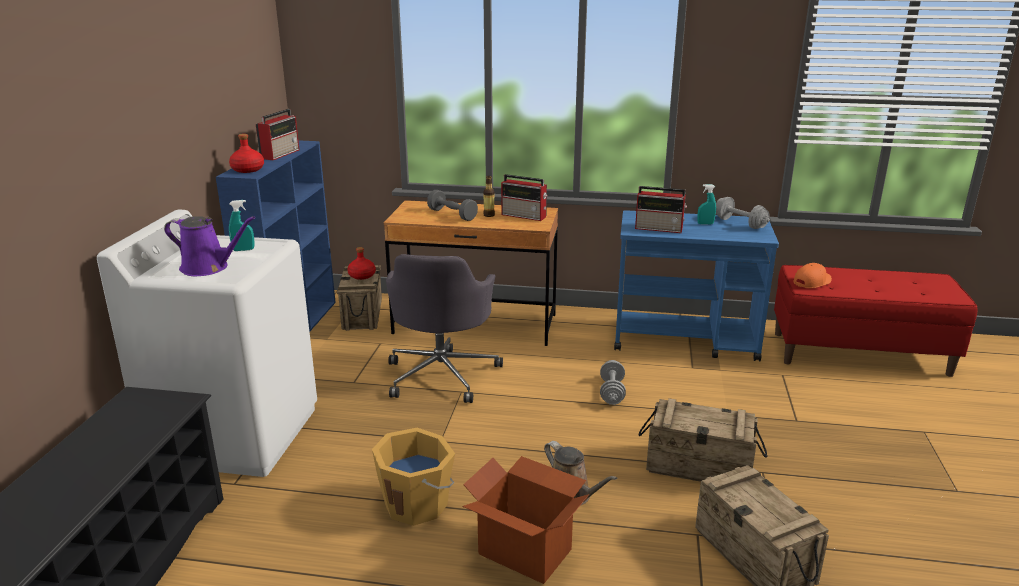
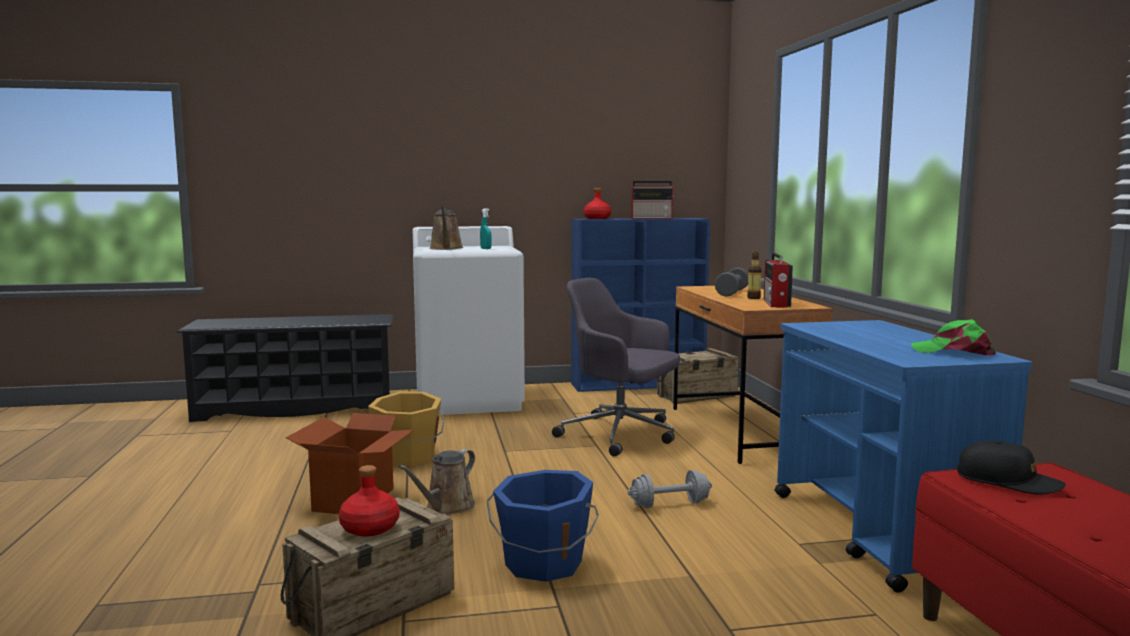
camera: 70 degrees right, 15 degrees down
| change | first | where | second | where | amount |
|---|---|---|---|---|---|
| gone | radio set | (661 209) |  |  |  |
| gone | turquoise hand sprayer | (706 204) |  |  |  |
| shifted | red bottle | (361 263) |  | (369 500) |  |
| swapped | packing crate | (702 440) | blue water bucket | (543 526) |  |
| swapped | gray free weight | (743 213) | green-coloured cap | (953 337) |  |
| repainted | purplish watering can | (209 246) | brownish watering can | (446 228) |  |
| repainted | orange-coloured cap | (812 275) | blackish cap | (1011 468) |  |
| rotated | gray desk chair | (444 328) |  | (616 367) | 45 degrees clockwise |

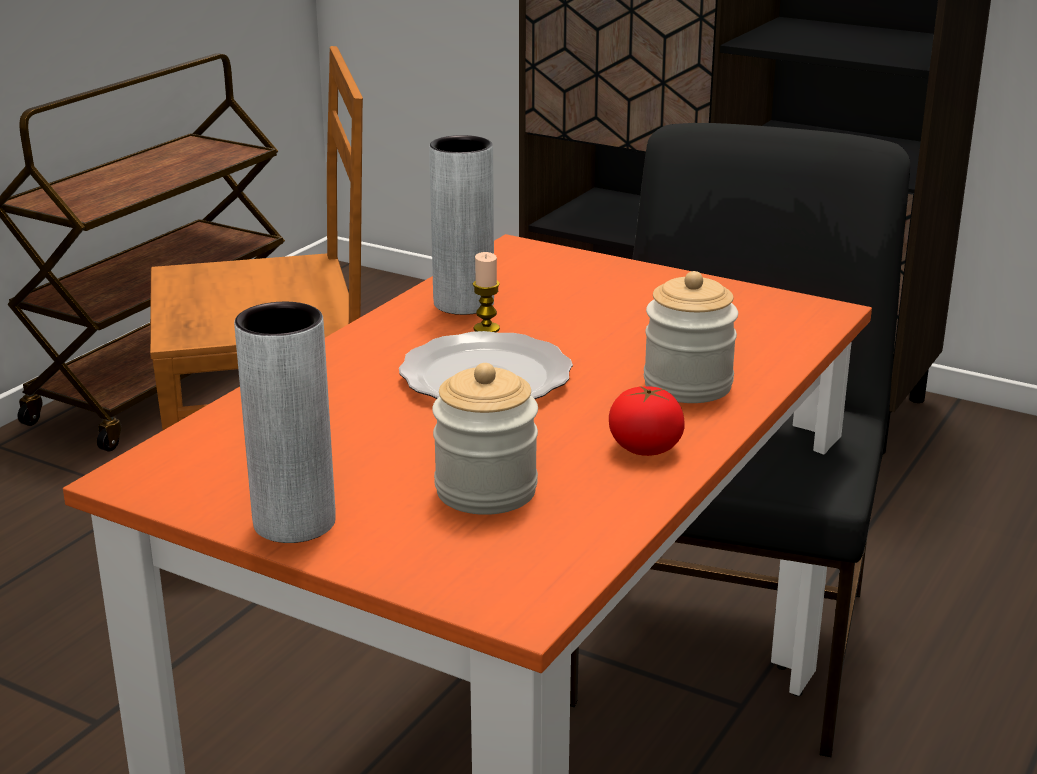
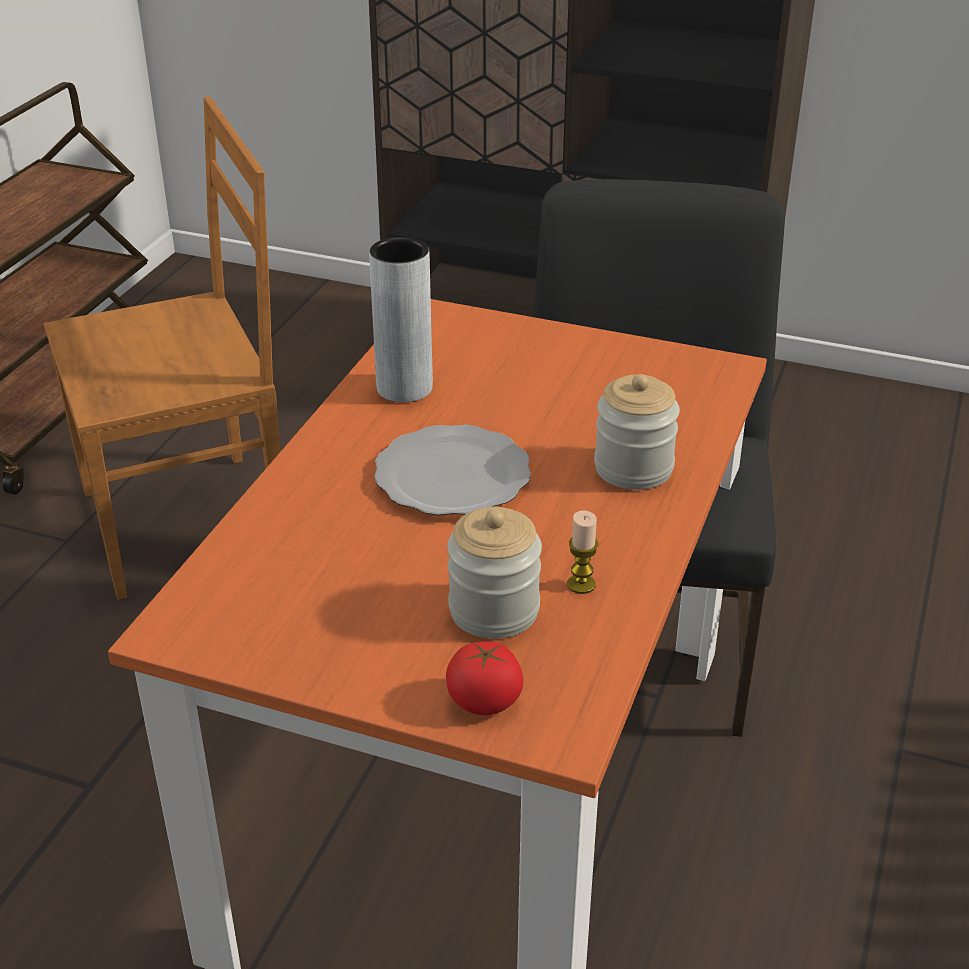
camera: 10 degrees left, 10 degrees up
| change | first | where | second | where | amount |
|---|---|---|---|---|---|
| gone | gray decorative vase | (284 422) |  |  |  |
| shifted | wax light | (486 292) |  | (582 552) |  |
| shifted | fresh tomato | (647 421) |  | (484 678) |  |

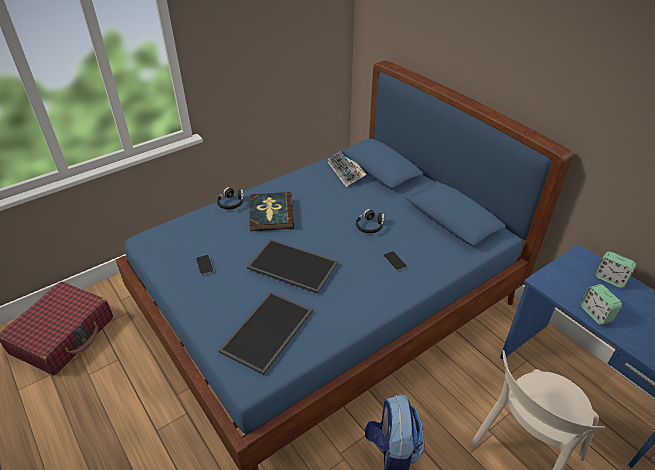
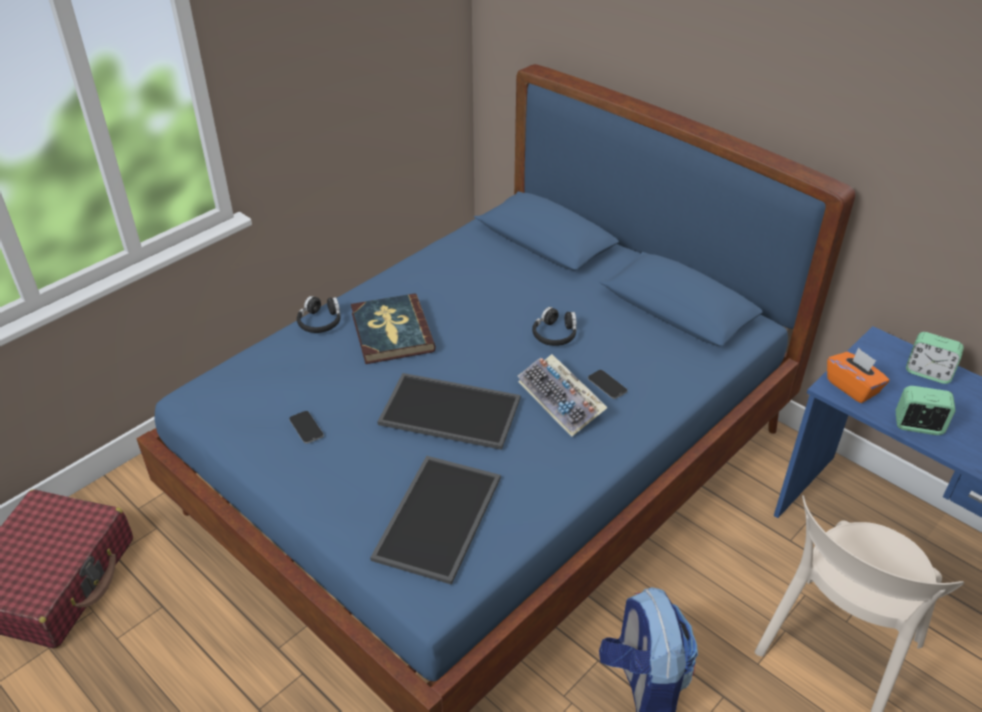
camera: 10 degrees left, 0 degrees up
| change | first | where | second | where | amount |
|---|---|---|---|---|---|
| new |  |  | orange-coloured tissue box | (858 375) |  |
| shifted | computer keyboard | (347 169) |  | (563 395) |  |
| rotated | bedside clock | (601 304) |  | (925 410) | 135 degrees clockwise |

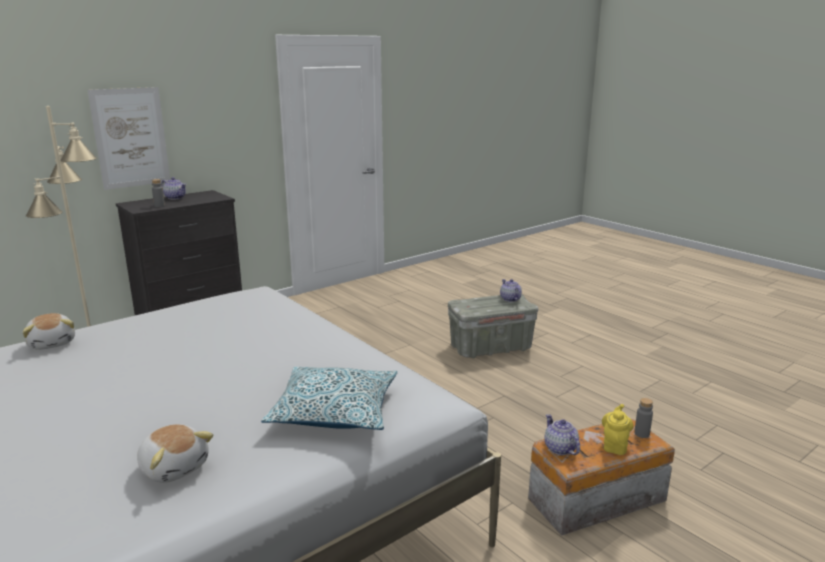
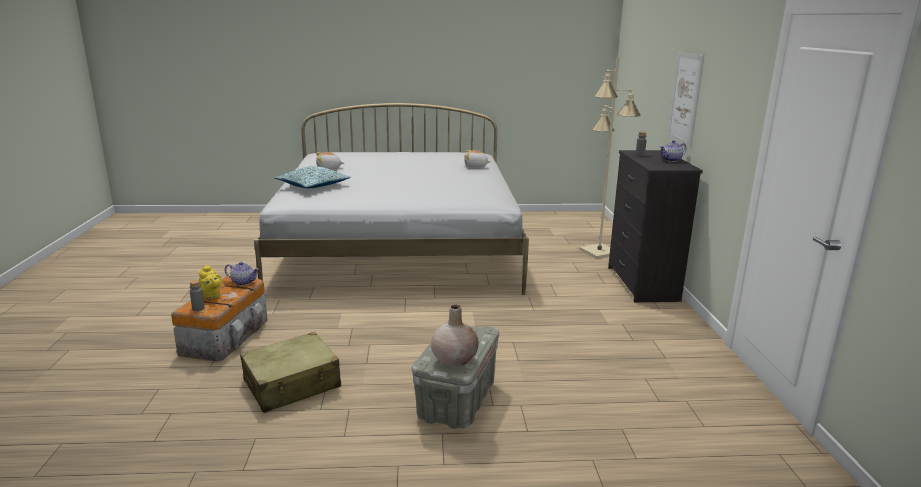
camera: 125 degrees right, 0 degrees up
| change | first | where | second | where | amount |
|---|---|---|---|---|---|
| new |  |  | beige-coloured piece of luggage | (290 372) |  |
| swapped | teapot | (511 290) | beige-coloured decorative vase | (455 336) |  |

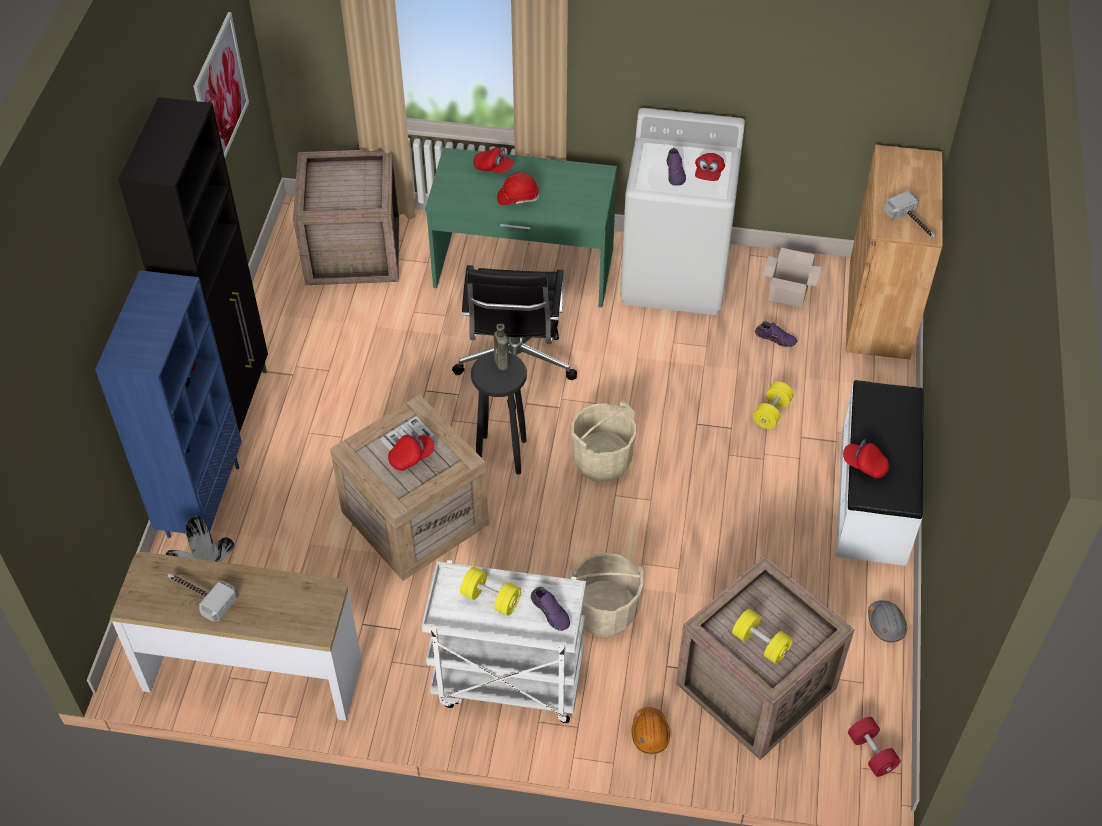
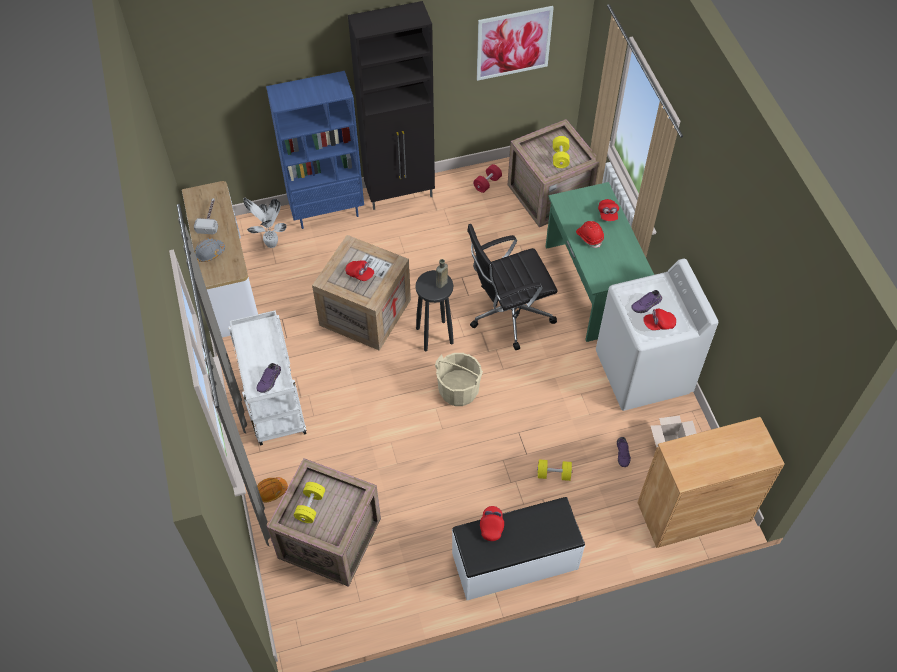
camera: 65 degrees right, 5 degrees up
| change | first | where | second | where | amount |
|---|---|---|---|---|---|
| gone | beige-coloured water bucket | (606 595) |  |  |  |
| gone | hammer | (910 215) |  |  |  |
| shifted | yellow-coloured free weight | (490 591) |  | (561 152) |  |
| shifted | red free weight | (874 747) |  | (487 178) |  |
| shifted | gray safety helmet | (887 621) |  | (209 250) |  |

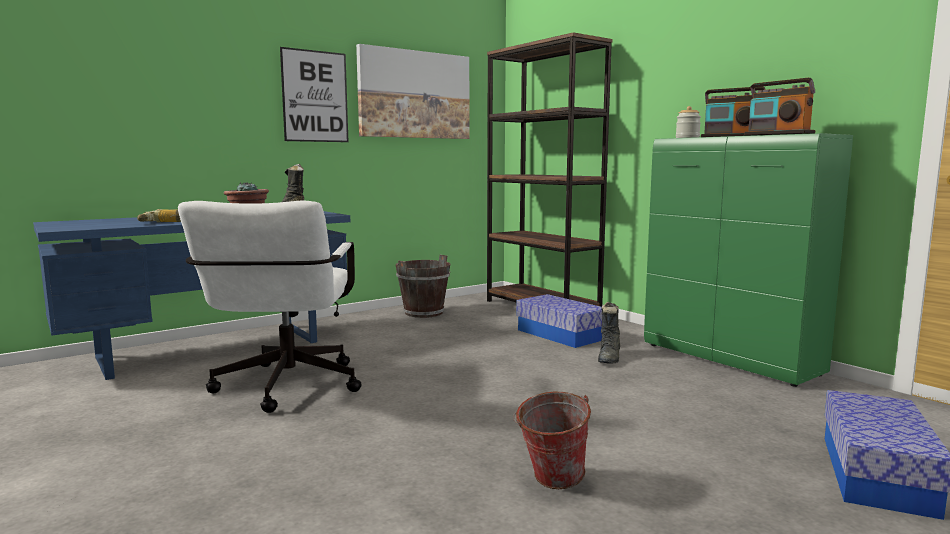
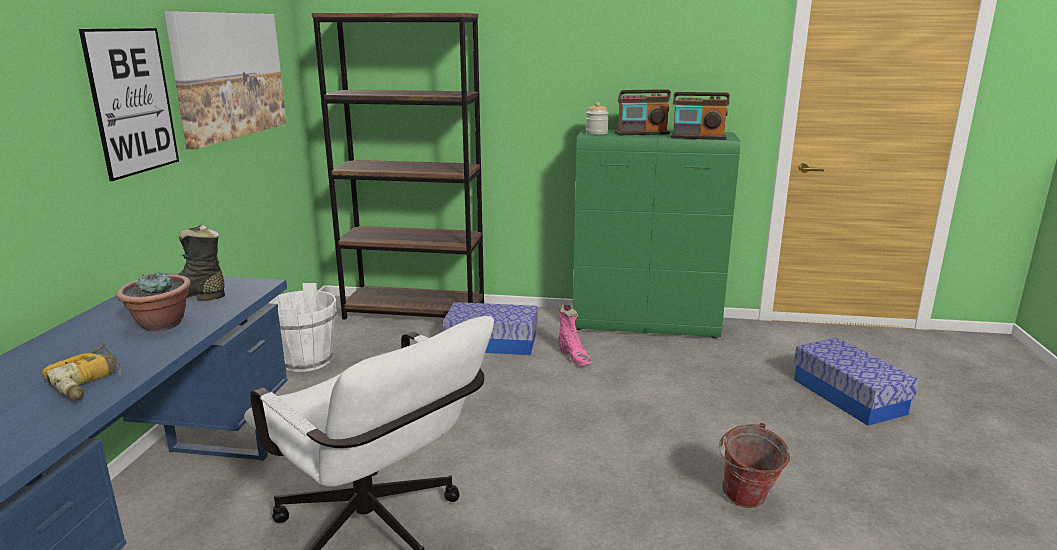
camera: 45 degrees left, 10 degrees up
| change | first | where | second | where | amount |
|---|---|---|---|---|---|
| repainted | brownish water bucket | (423 286) | white-coloured water bucket | (303 327) |  |
| repainted | blackish high-top boot | (609 333) | pink high-top boot | (575 335) |  |

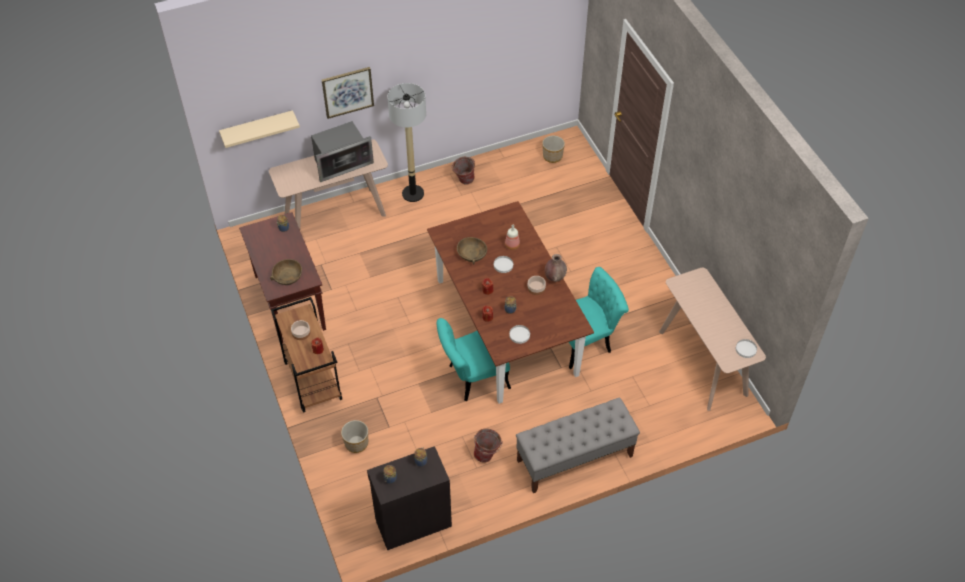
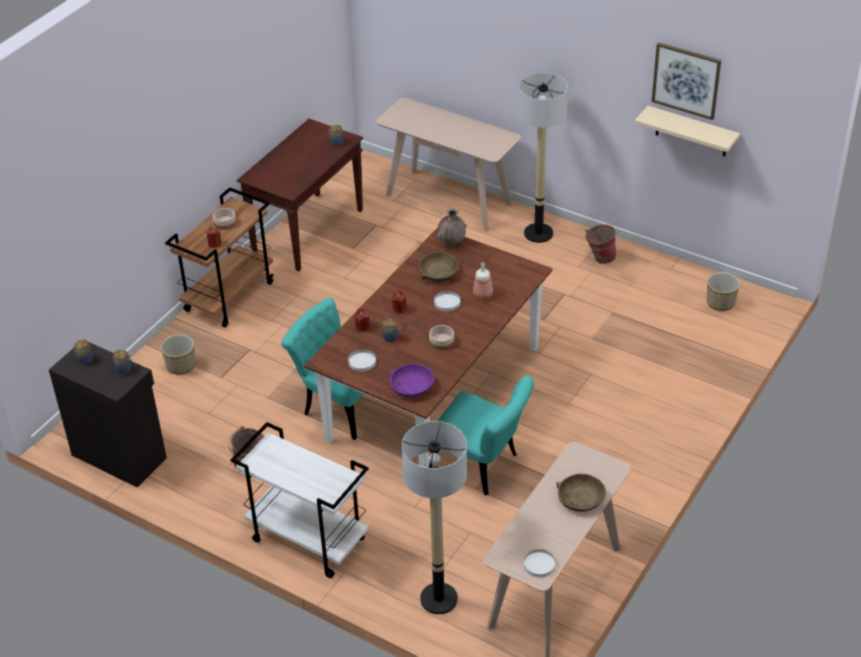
camera: 55 degrees right, 10 degrees down
| change | first | where | second | where | amount |
|---|---|---|---|---|---|
| gone | microwave oven | (342 151) |  |  |  |
| new |  |  | purplish bowl | (411 380) |  |
| new |  |  | standard lamp | (434 517) |  |
| shifted | beige-coloured wall shelf | (259 129) |  | (687 131) |  |
| shifted | brownish bowl | (286 272) |  | (581 492) |  |
| shifted | picture | (348 93) |  | (686 81) |  |
| shifted | brownish decorative vase | (556 268) |  | (451 227) |  |
| swapped | gray indoor bench | (578 445) | white-coloured cart | (300 500) |  |

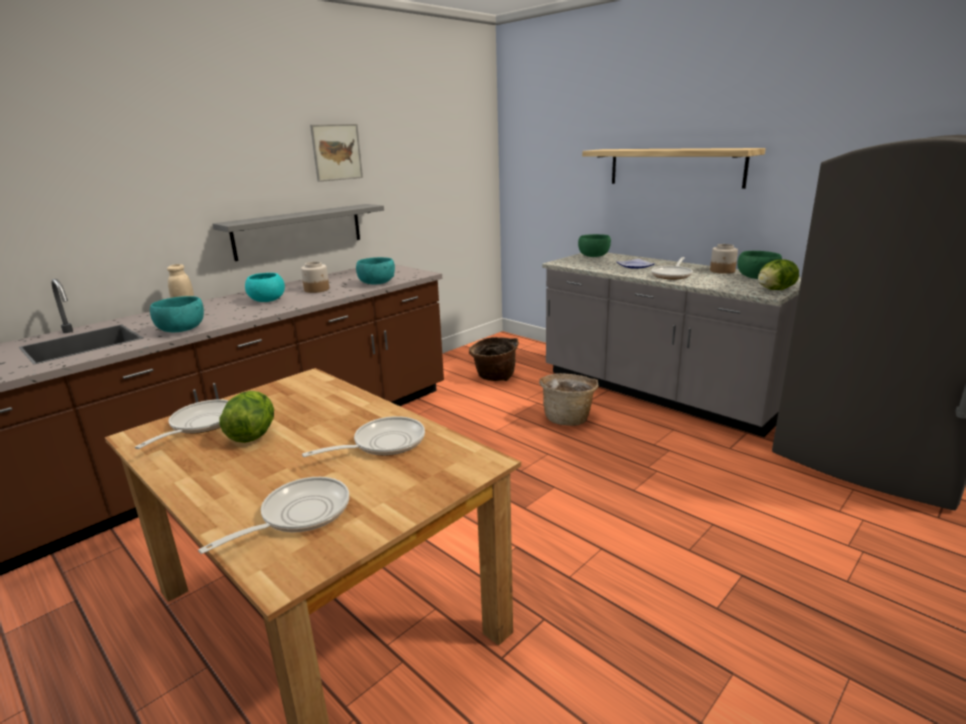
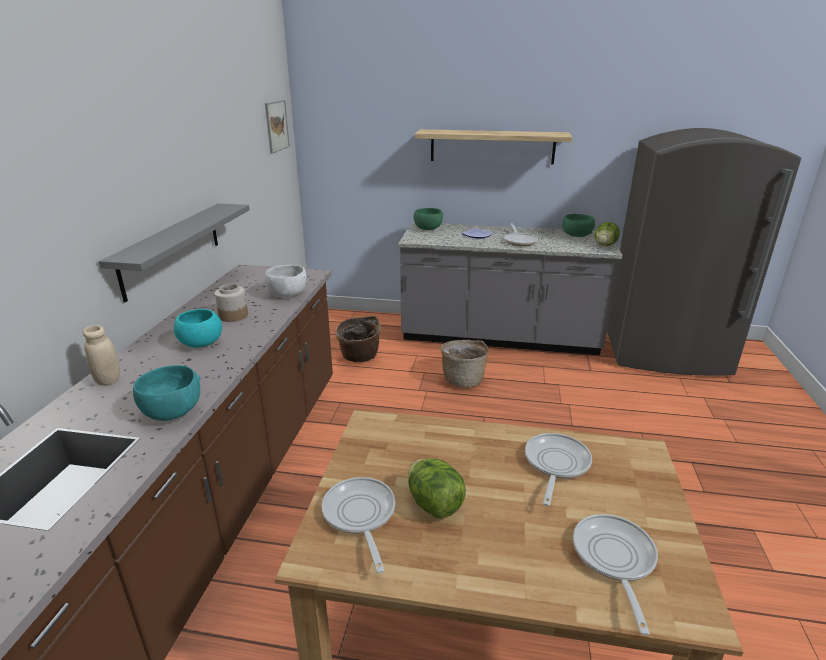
camera: 35 degrees left, 5 degrees up
| change | first | where | second | where | amount |
|---|---|---|---|---|---|
| gone | preserve jar | (724 259) |  |  |  |
| shifted | picture | (336 153) |  | (277 127) |  |
| repainted | turquoise bowl | (375 270) | white-coloured bowl | (286 281) |  |

